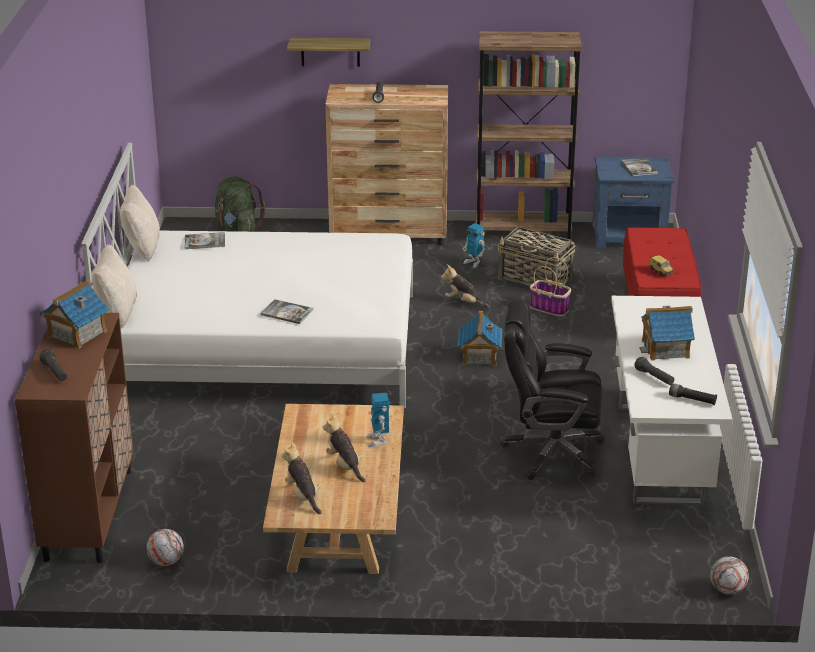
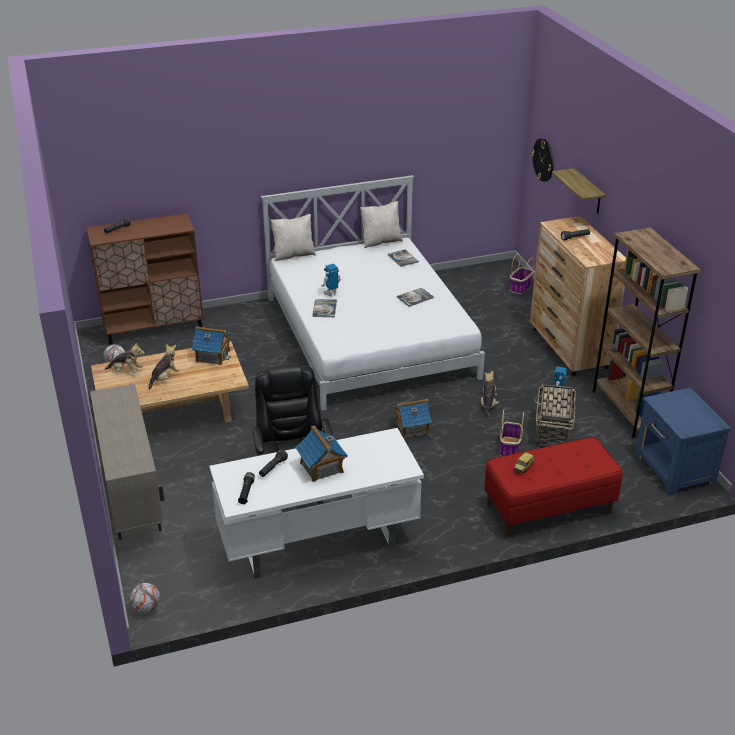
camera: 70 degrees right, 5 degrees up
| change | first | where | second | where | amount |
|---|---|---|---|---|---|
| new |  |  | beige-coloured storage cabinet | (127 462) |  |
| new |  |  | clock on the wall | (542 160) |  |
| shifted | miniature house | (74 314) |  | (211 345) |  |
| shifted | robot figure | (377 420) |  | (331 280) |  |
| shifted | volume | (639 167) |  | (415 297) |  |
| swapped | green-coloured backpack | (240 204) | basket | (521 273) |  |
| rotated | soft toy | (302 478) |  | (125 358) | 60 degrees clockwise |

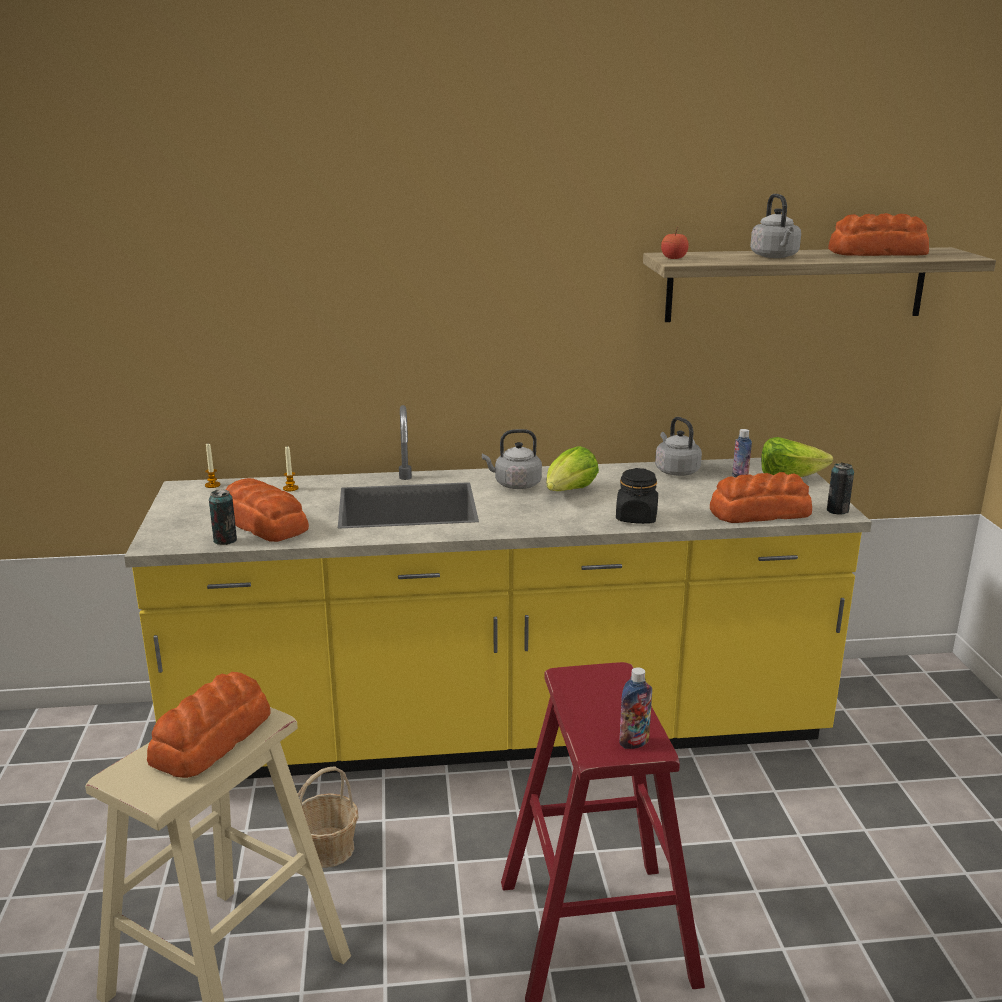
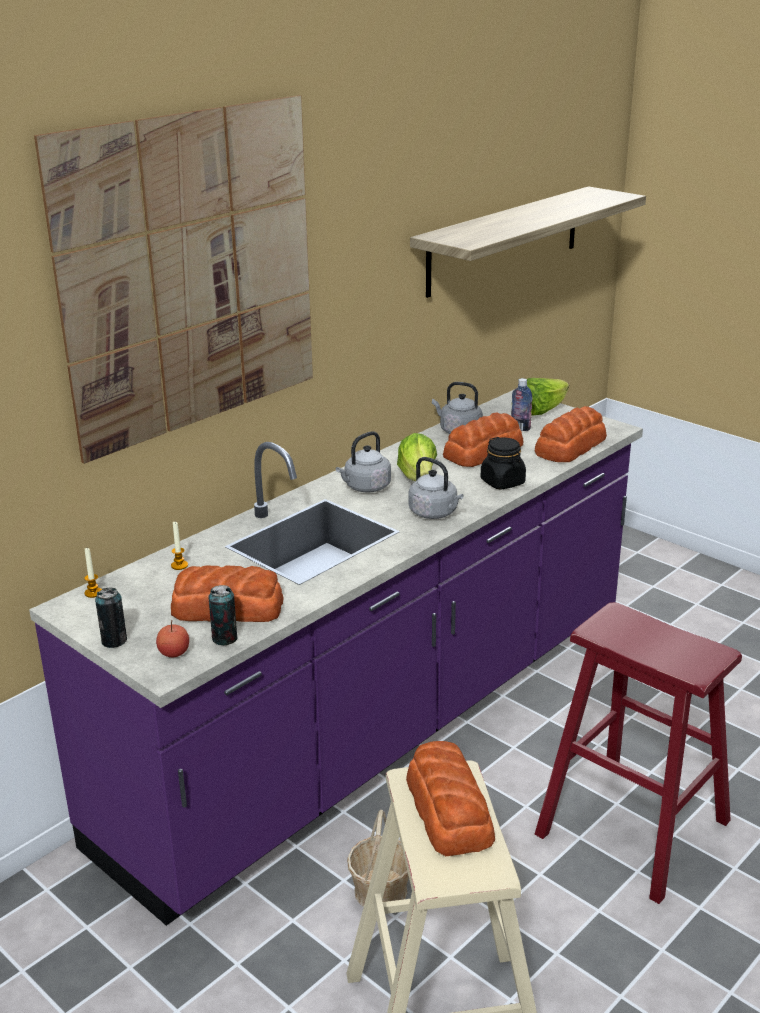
camera: 40 degrees left, 5 degrees up
| change | first | where | second | where | amount |
|---|---|---|---|---|---|
| gone | bottle | (635 708) |  |  |  |
| new |  |  | picture | (173 279) |  |
| shifted | apple fruit | (675 243) |  | (172 638) |  |
| shifted | gray kettle | (775 226) |  | (436 488) |  |
| shifted | sealed can | (840 489) |  | (111 618) |  |
| shifted | baked bread | (878 234) |  | (483 439) |  |
| repainted | yellow-coloured kitchen base unit | (498 592) | purplish kitchen base unit | (336 657) |  |

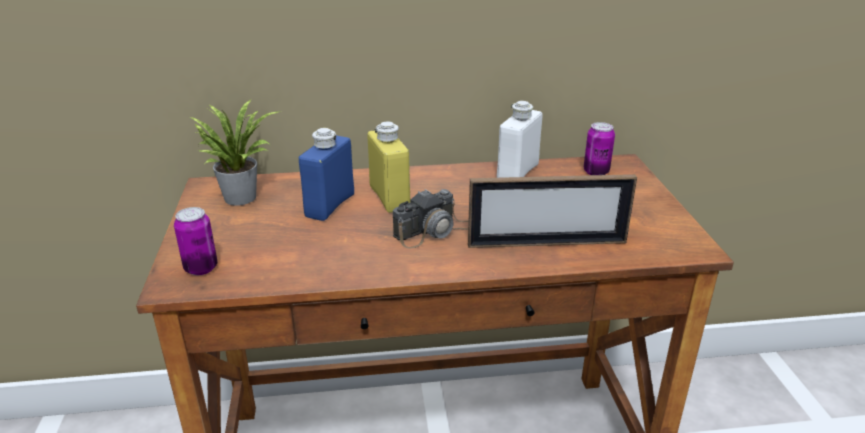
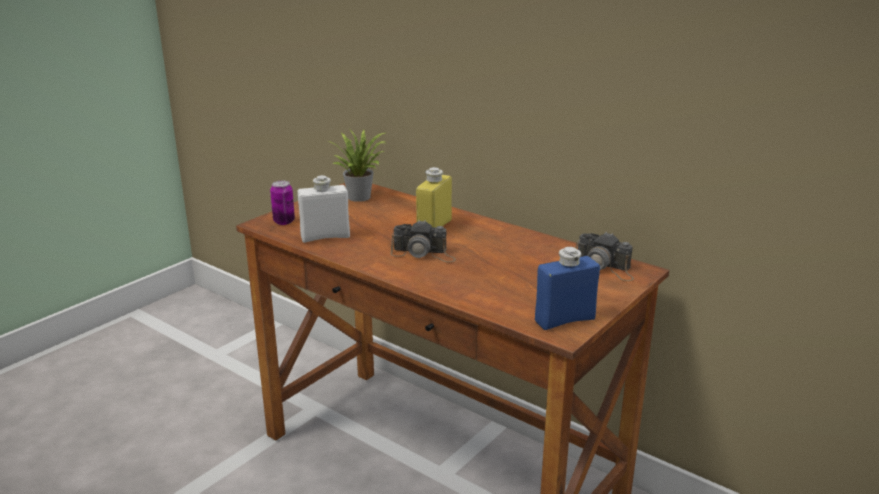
camera: 45 degrees right, 5 degrees down
| change | first | where | second | where | amount |
|---|---|---|---|---|---|
| gone | picture frame | (552 211) |  |  |  |
| shifted | blue bottle | (326 174) |  | (567 288) |  |
| shifted | white-coloured bottle | (519 139) |  | (323 209) |  |
| swapped | sealed can | (599 148) | still camera | (604 256) |  |

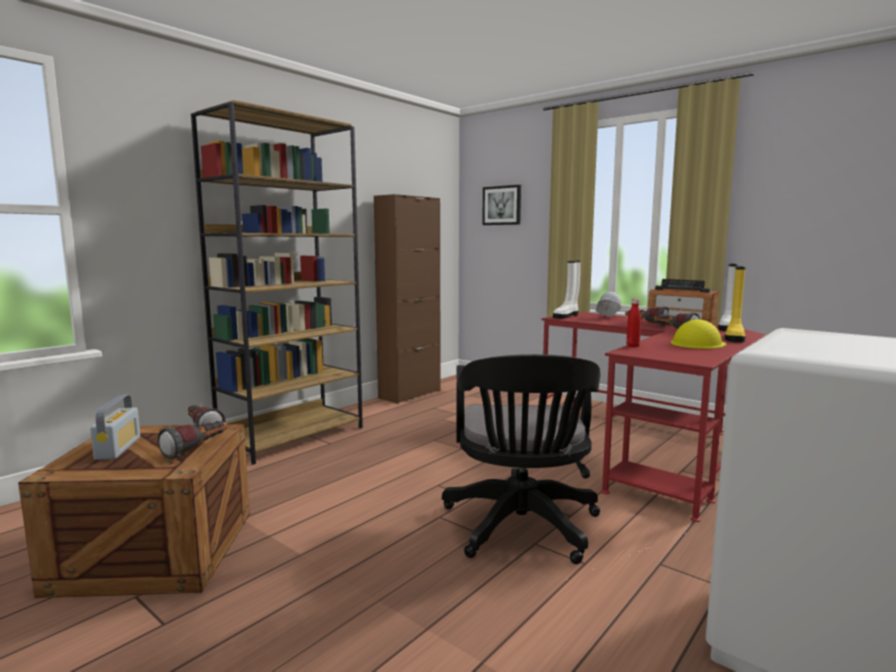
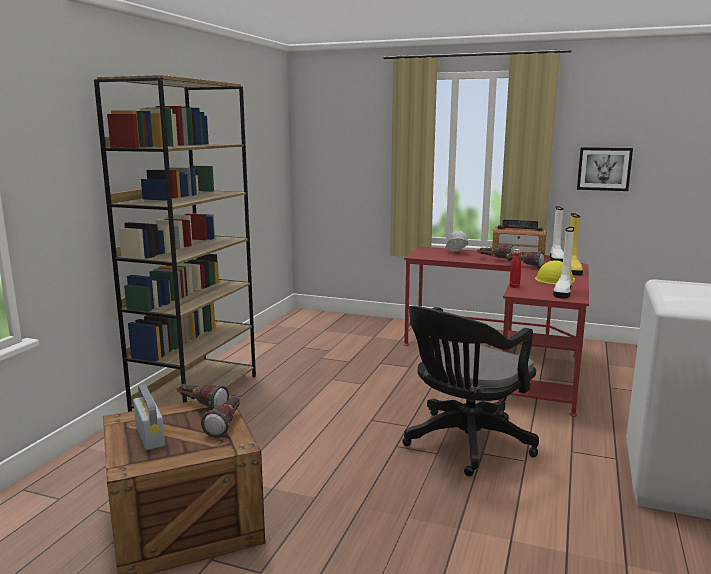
camera: 20 degrees left, 5 degrees up
| change | first | where | second | where | amount |
|---|---|---|---|---|---|
| gone | brownish storage cabinet | (407 299) |  |  |  |
| shifted | picture | (501 205) |  | (605 169) |  |
| shifted | white-coloured high-top boot | (566 290) |  | (564 262) |  |
| rotated | blackish desk chair | (521 459) |  | (470 391) | 60 degrees clockwise |

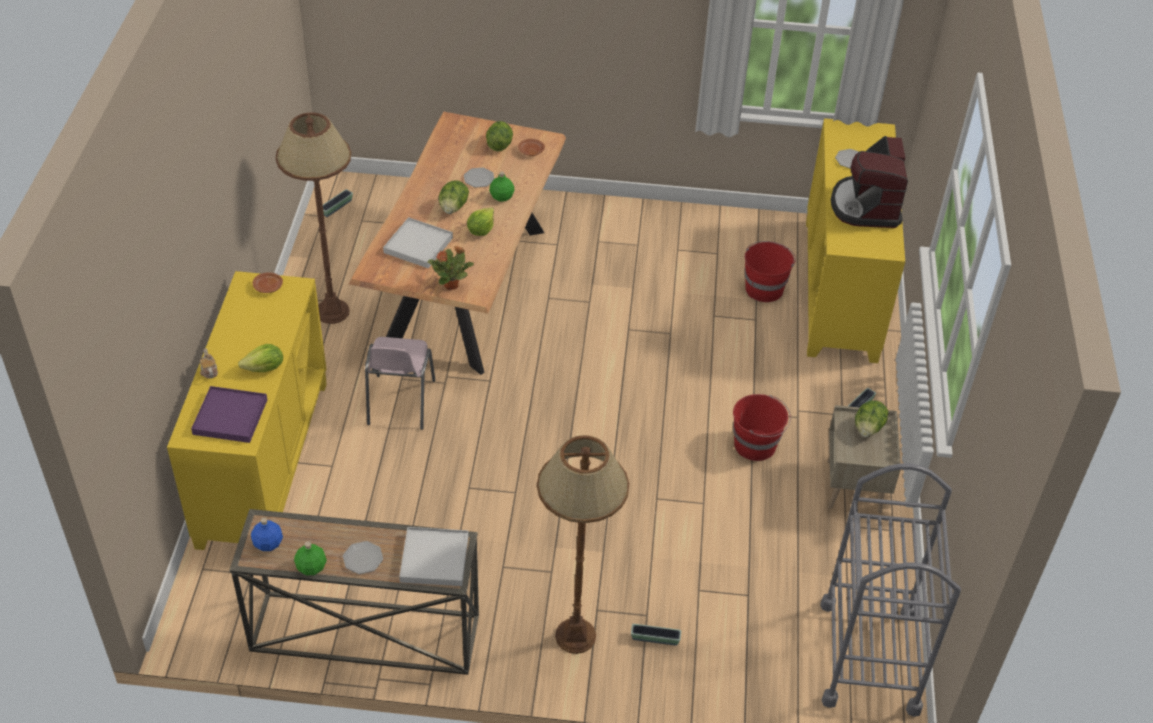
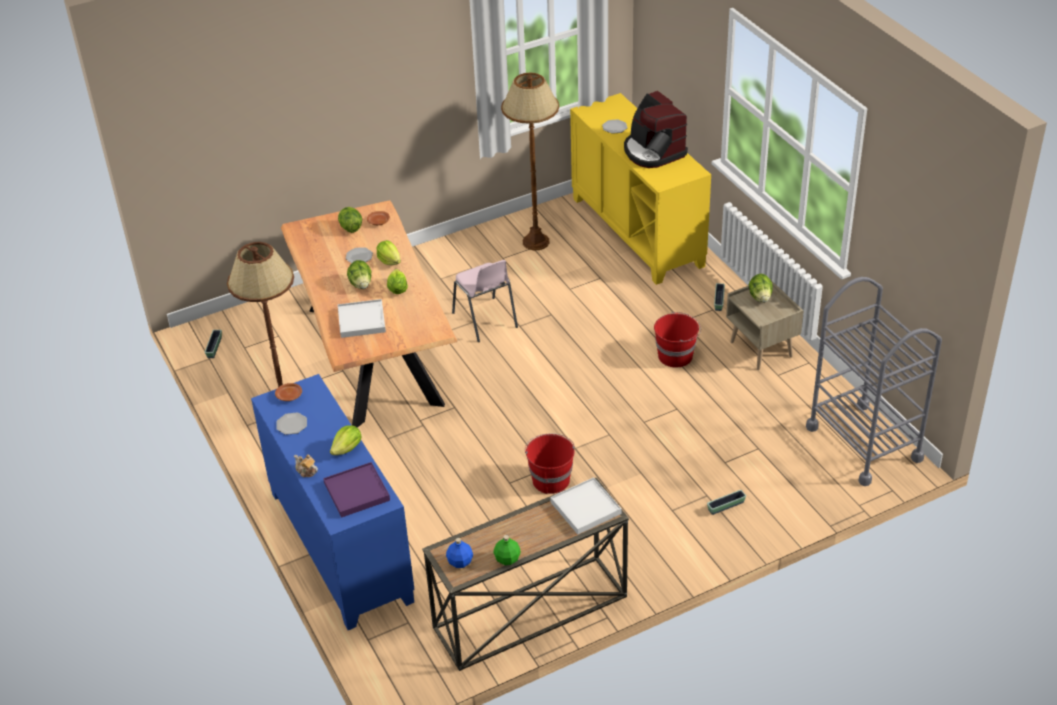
camera: 30 degrees left, 5 degrees down
| change | first | where | second | where | amount |
|---|---|---|---|---|---|
| gone | houseplant | (451 268) |  |  |  |
| shifted | dinner plate | (363 557) |  | (291 424) |  |
| shifted | pink plain chair | (400 383) |  | (485 301) |  |
| shifted | brownish standard lamp | (583 544) |  | (530 161) |  |
| shifted | red water bucket | (770 271) |  | (550 463) |  |
| swapped | green-coloured bottle | (502 187) | lettuce head | (389 252) |  |
| repainted | yellow-coloured storage cabinet | (247 410) | blue storage cabinet | (333 502) |  |

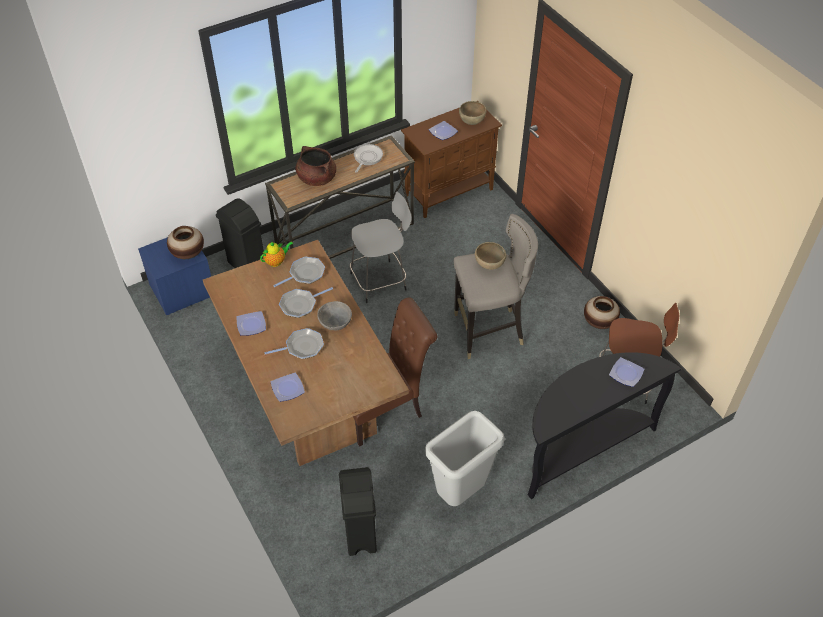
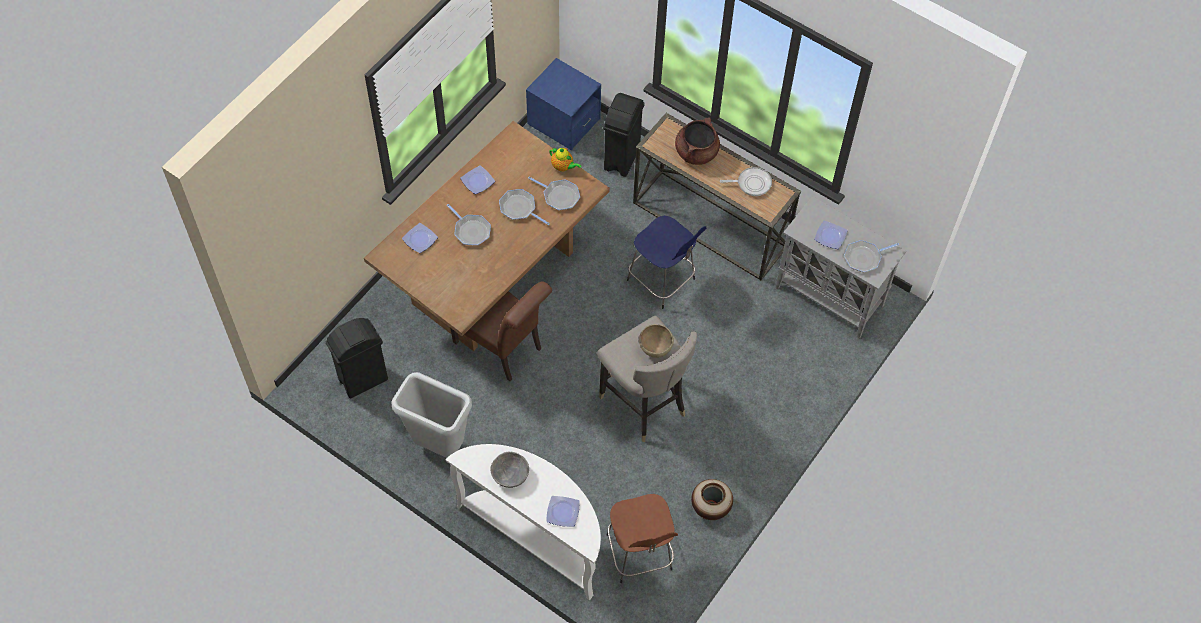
camera: 65 degrees right, 10 degrees up
| change | first | where | second | where | amount |
|---|---|---|---|---|---|
| gone | decorative vase | (185 242) |  |  |  |
| shifted | gray bowl | (334 315) |  | (509 469) |  |
| swapped | brownish bowl | (473 113) | frying pan | (871 256) |  |
| repainted | gray stool | (380 247) | blue stool | (666 262) |  |
| repainted | brownish storage cabinet | (451 159) | gray storage cabinet | (840 267) |  |
| repainted | blackish hall table | (604 425) | white-coloured hall table | (523 522) |  |

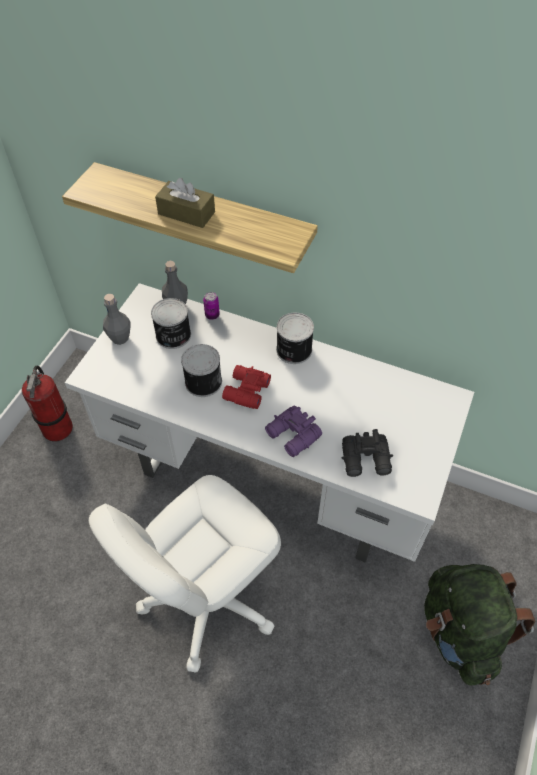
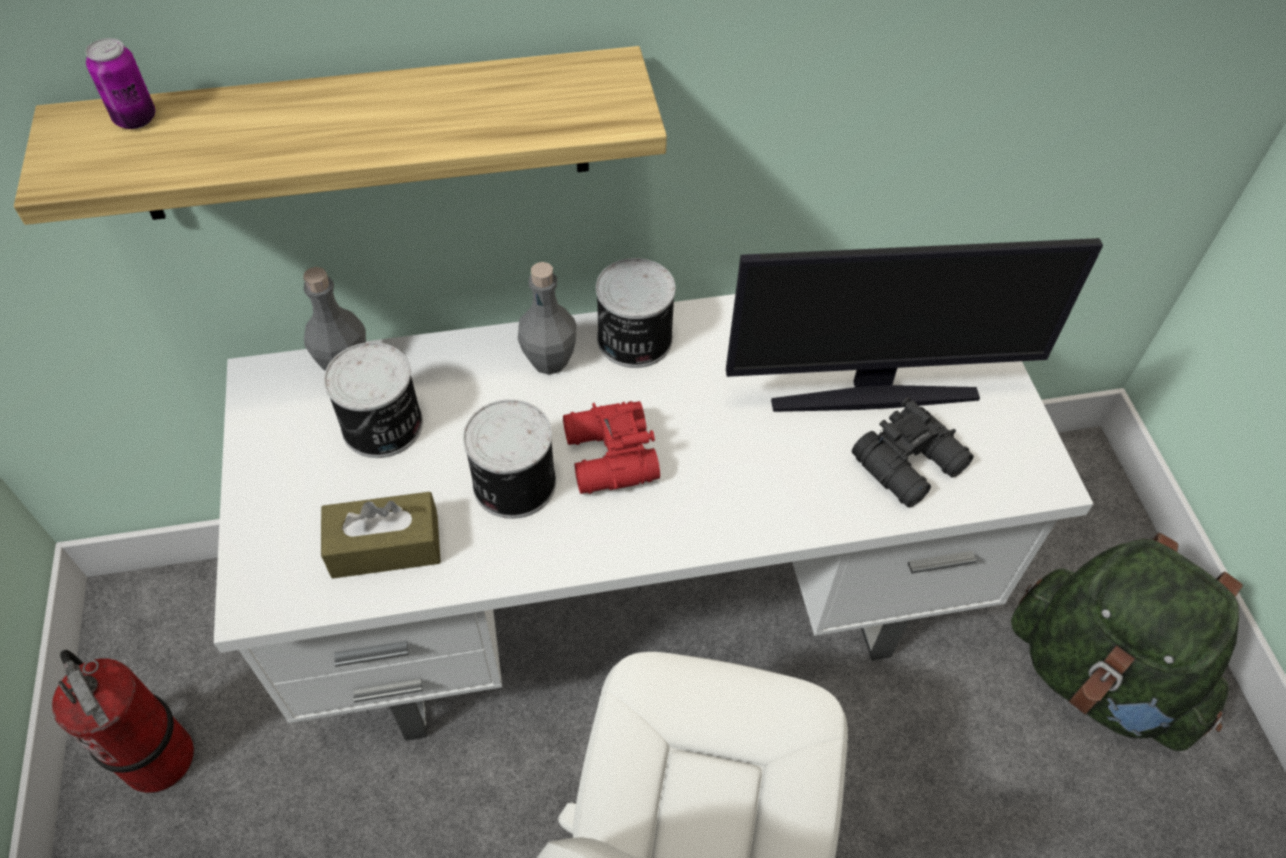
camera: 35 degrees left, 0 degrees up
| change | first | where | second | where | amount |
|---|---|---|---|---|---|
| gone | purplish pair of binoculars | (293 431) |  |  |  |
| new |  |  | computer screen | (914 325) |  |
| shifted | gray bottle | (116 319) |  | (547 318) |  |
| shifted | brownish tissue box | (185 203) |  | (381 535) |  |
| shifted | sealed can | (211 306) |  | (120 83) |  |

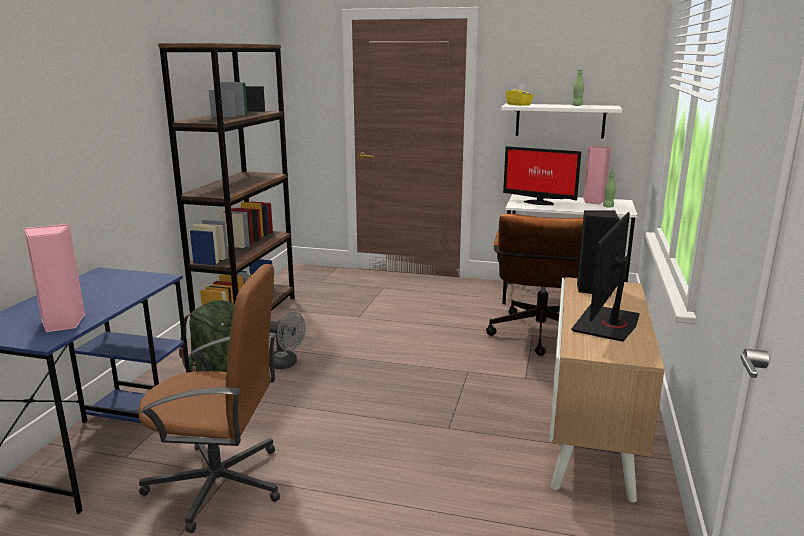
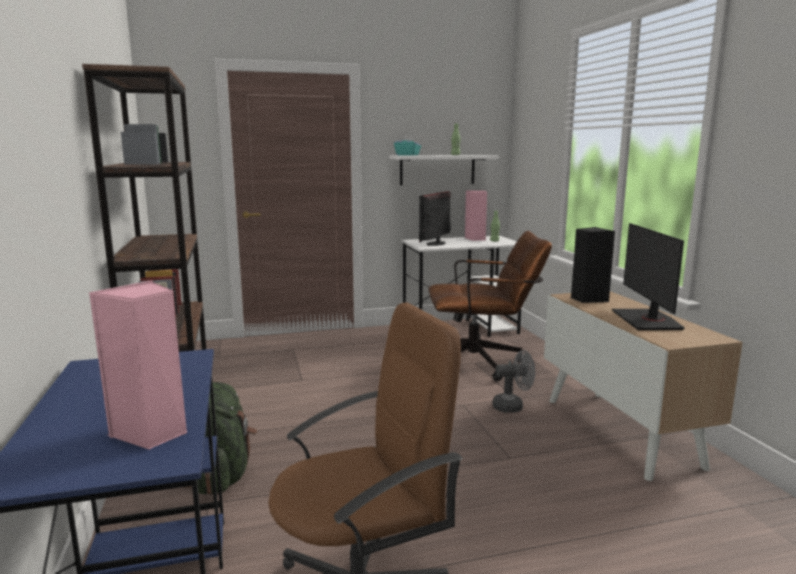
camera: 30 degrees left, 5 degrees down
| change | first | where | second | where | amount |
|---|---|---|---|---|---|
| shifted | gray fan | (287 340) |  | (513 381) |  |
| repainted | yellow-coloured tissue box | (520 95) | turquoise tissue box | (407 146) |  |
| rotated | brownish desk chair | (534 285) |  | (490 306) | 75 degrees counterclockwise |
| rotated | computer screen | (542 175) |  | (435 218) | 120 degrees clockwise |

